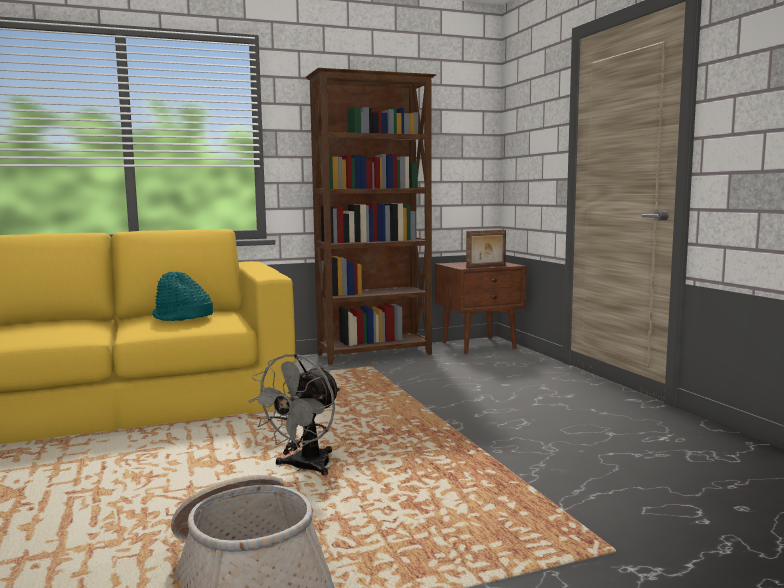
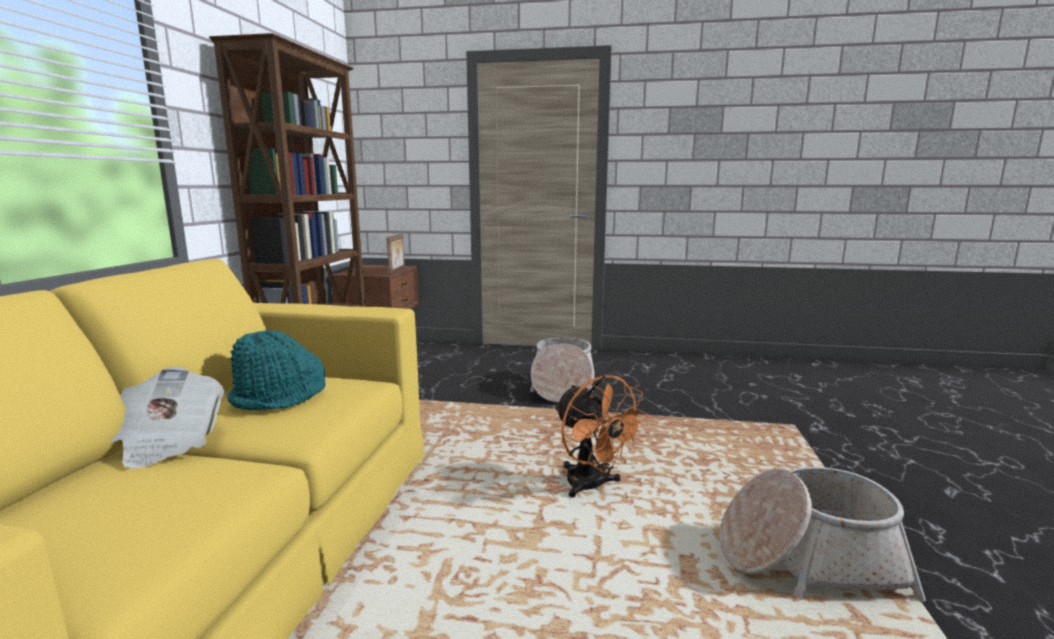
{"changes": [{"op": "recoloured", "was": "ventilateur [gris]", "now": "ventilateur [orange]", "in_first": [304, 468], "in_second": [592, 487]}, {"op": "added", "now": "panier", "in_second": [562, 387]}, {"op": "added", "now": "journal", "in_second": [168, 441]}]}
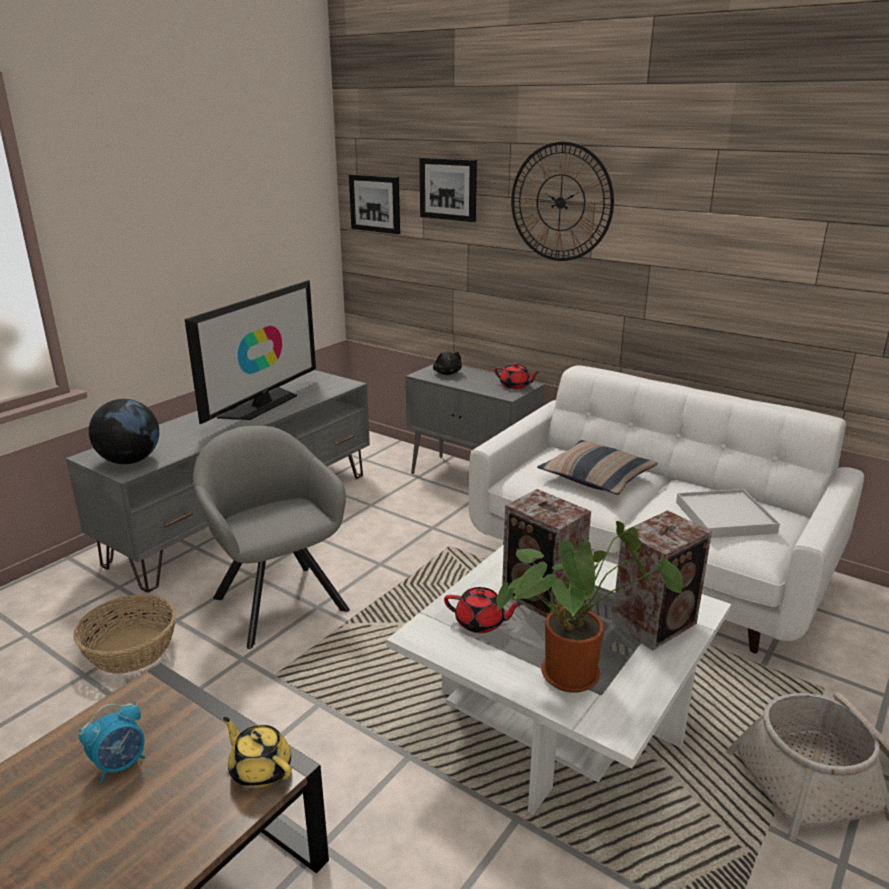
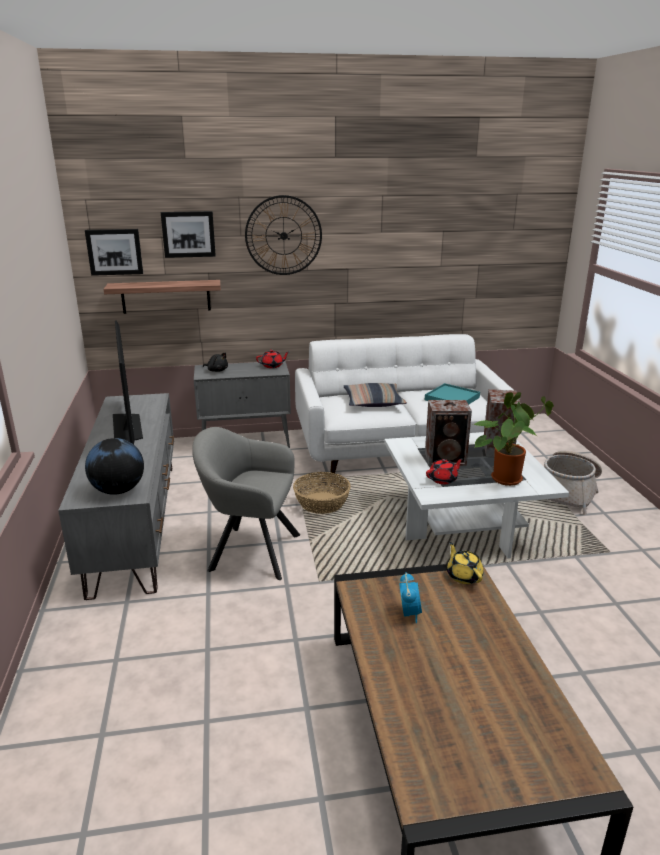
{"changes": [{"op": "recoloured", "was": "plateau [blanc]", "now": "plateau [turquoise]", "in_first": [724, 517], "in_second": [452, 399]}, {"op": "moved", "was": "panier", "in_first": [132, 649], "in_second": [321, 503]}, {"op": "turned", "was": "théière [jaune]", "in_first": [260, 769], "in_second": [464, 576], "clockwise": 75}, {"op": "added", "now": "étagère", "in_second": [166, 296]}]}
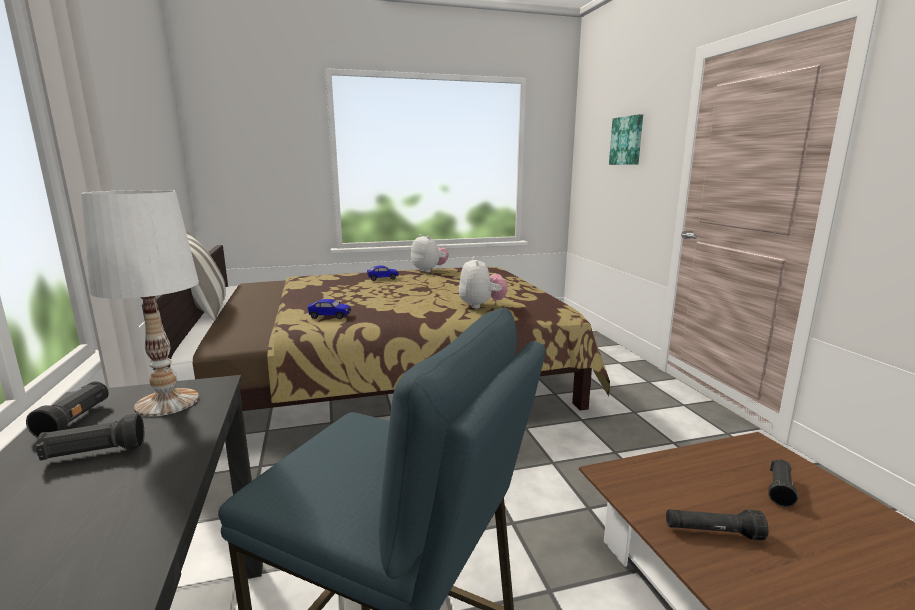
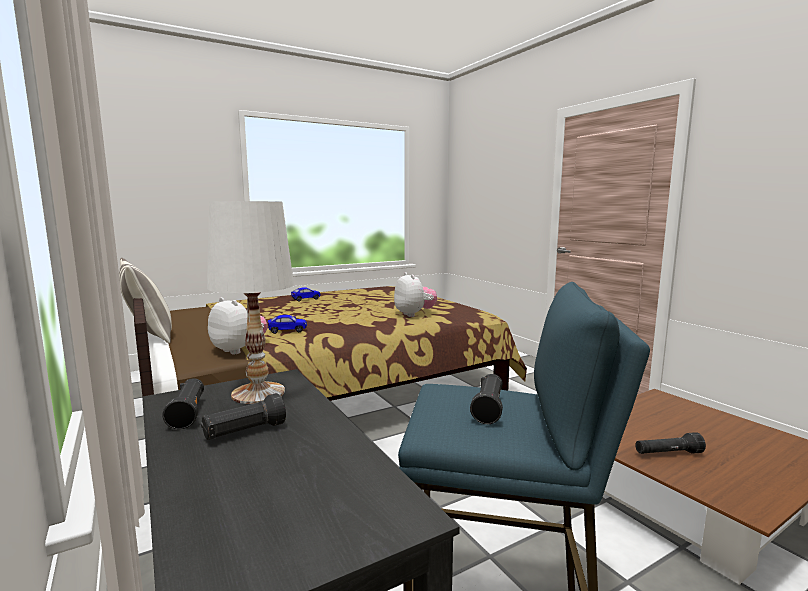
{"changes": [{"op": "removed", "was": "tableau", "in_first": [627, 140]}, {"op": "moved", "was": "peluche", "in_first": [429, 270], "in_second": [238, 350]}, {"op": "moved", "was": "lampe de poche [noir]", "in_first": [780, 490], "in_second": [488, 409]}]}
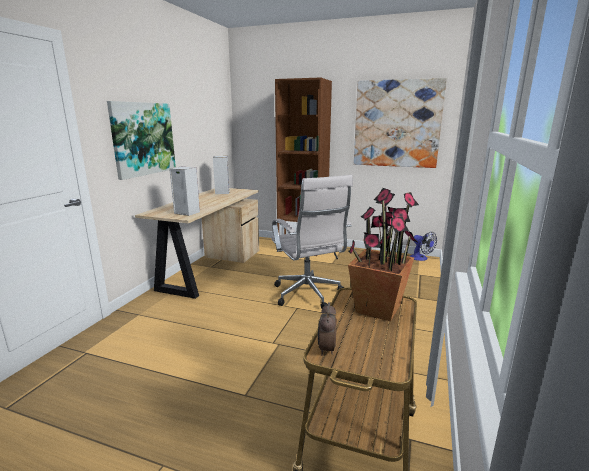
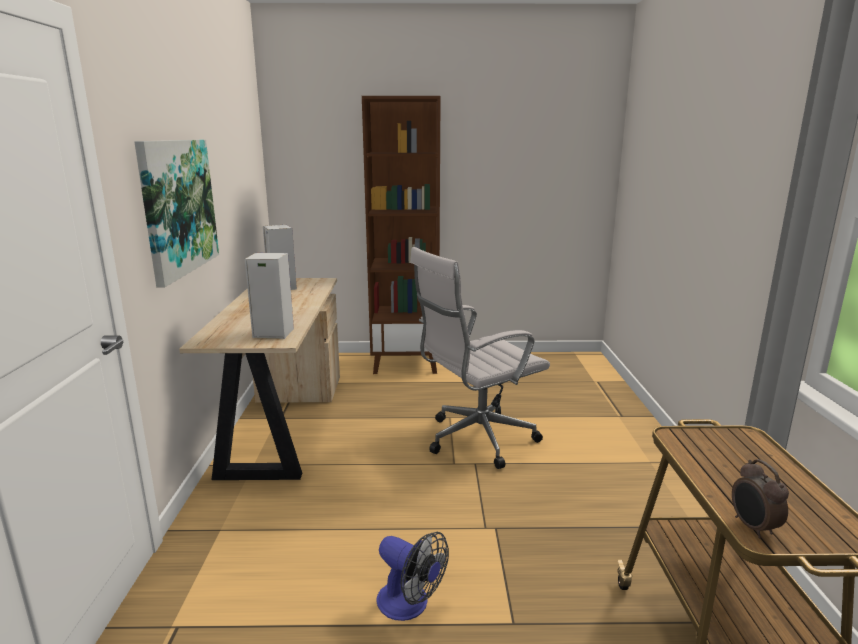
{"changes": [{"op": "removed", "was": "tableau", "in_first": [397, 124]}, {"op": "turned", "was": "chaise de bureau [blanc]", "in_first": [308, 295], "in_second": [475, 440], "clockwise": 105}, {"op": "removed", "was": "plante en pot", "in_first": [378, 308]}, {"op": "moved", "was": "ventilateur", "in_first": [421, 258], "in_second": [410, 605]}]}
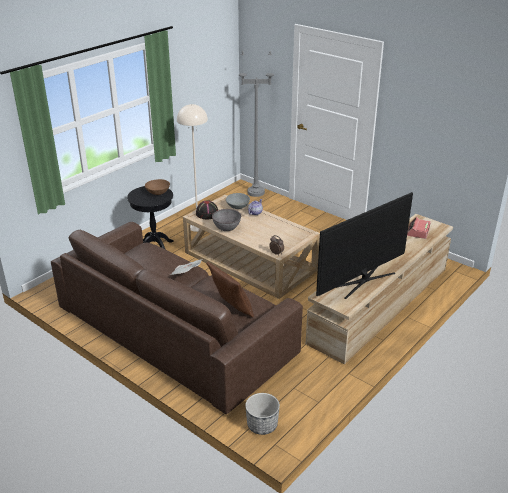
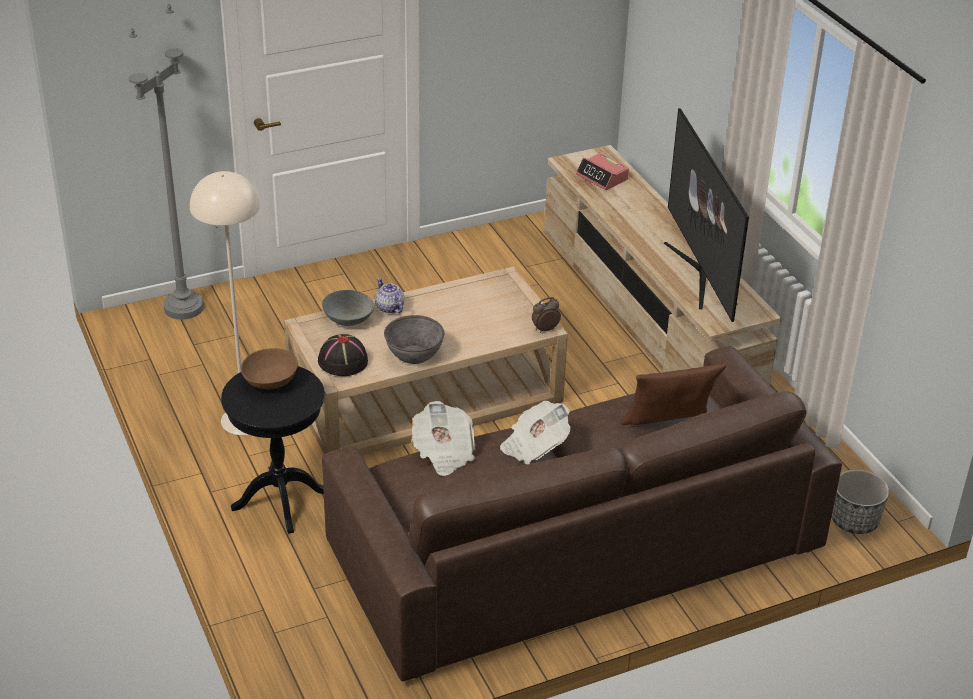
{"changes": [{"op": "added", "now": "journal", "in_second": [443, 453]}]}
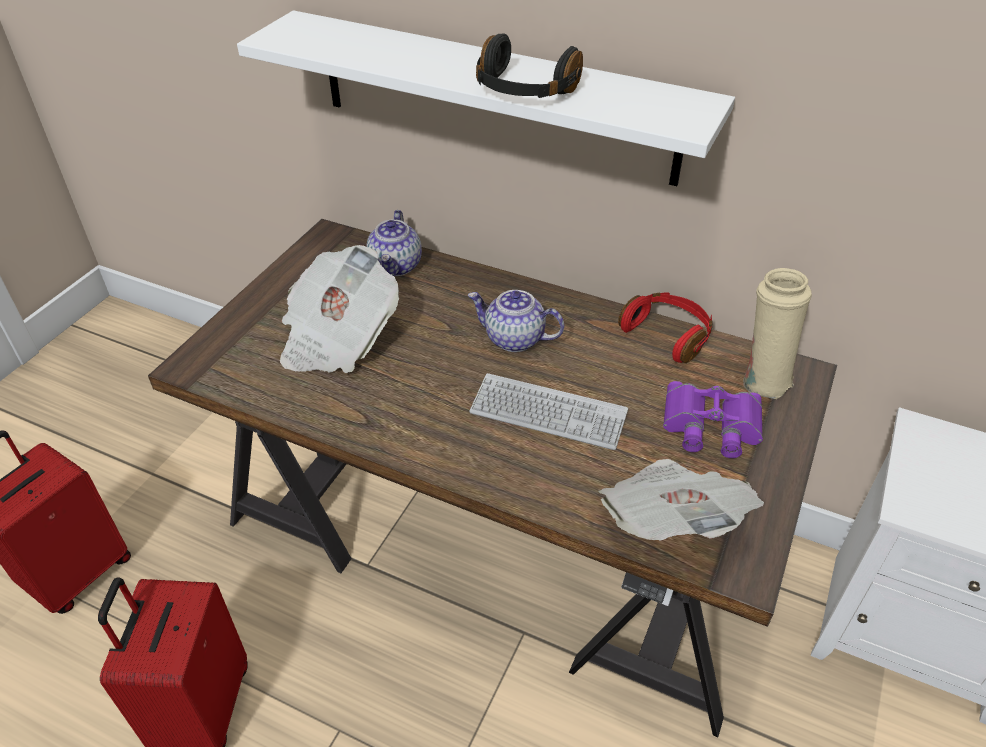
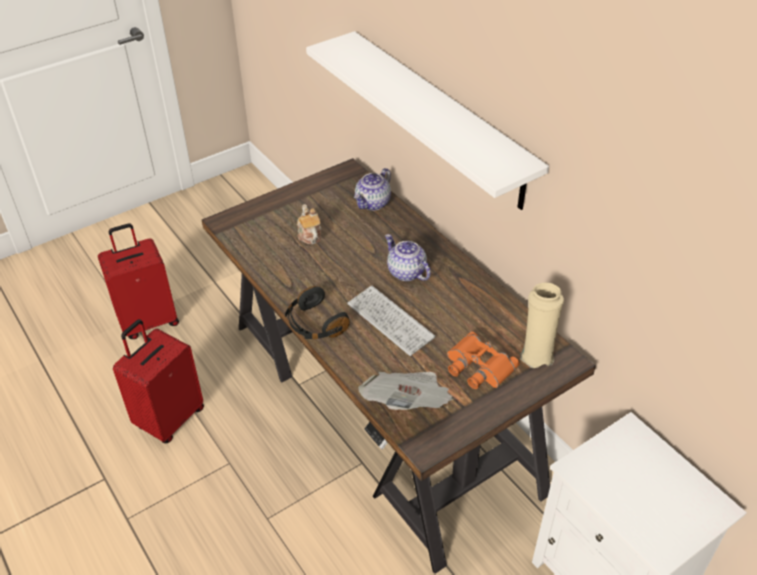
{"changes": [{"op": "moved", "was": "casque audio [noir]", "in_first": [524, 91], "in_second": [315, 324]}, {"op": "replaced", "was": "journal", "now": "théière", "in_first": [338, 338], "in_second": [309, 234]}, {"op": "removed", "was": "casque audio [rouge]", "in_first": [667, 334]}, {"op": "recoloured", "was": "jumelles [violet]", "now": "jumelles [orange]", "in_first": [710, 427], "in_second": [477, 367]}]}
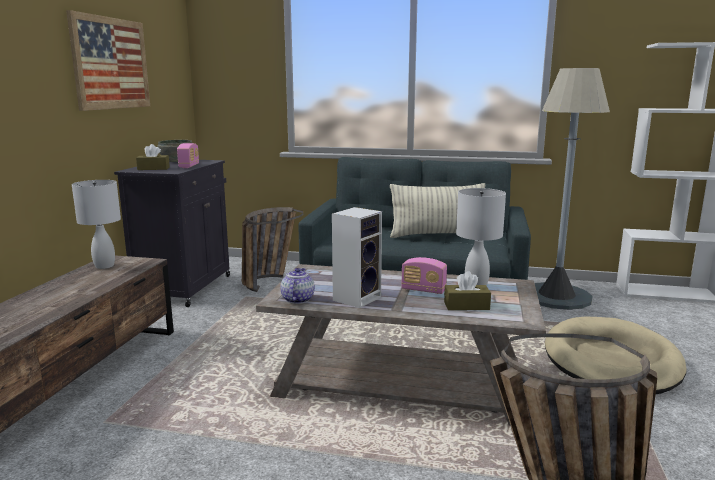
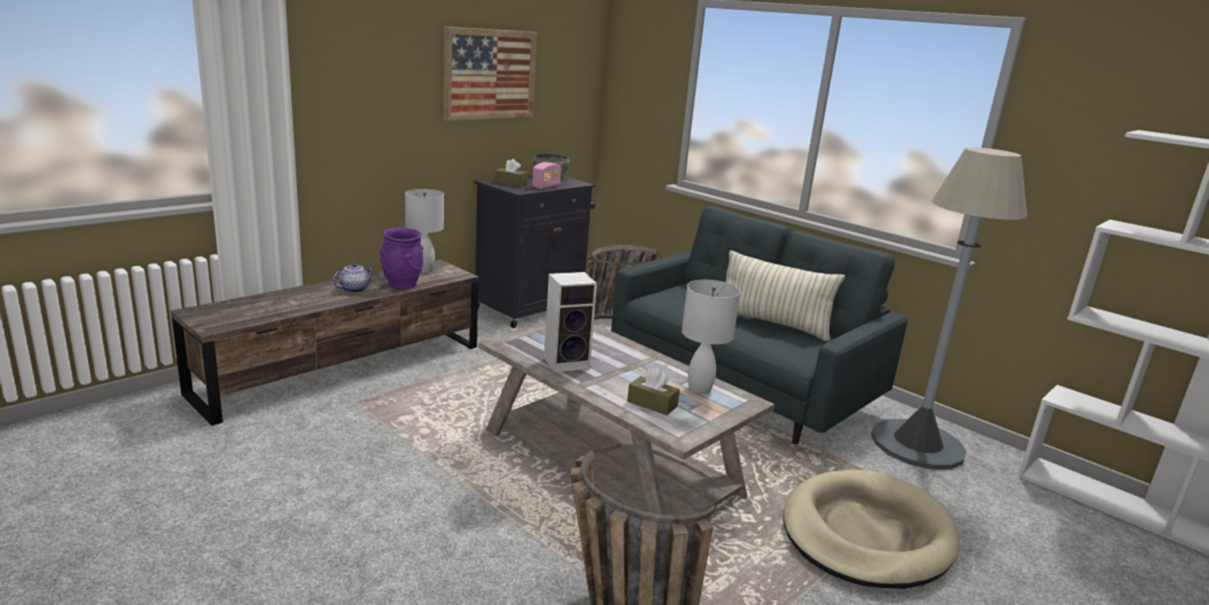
{"changes": [{"op": "removed", "was": "radio", "in_first": [423, 290]}, {"op": "moved", "was": "théière", "in_first": [297, 299], "in_second": [354, 289]}, {"op": "added", "now": "vase [violet]", "in_second": [402, 284]}]}
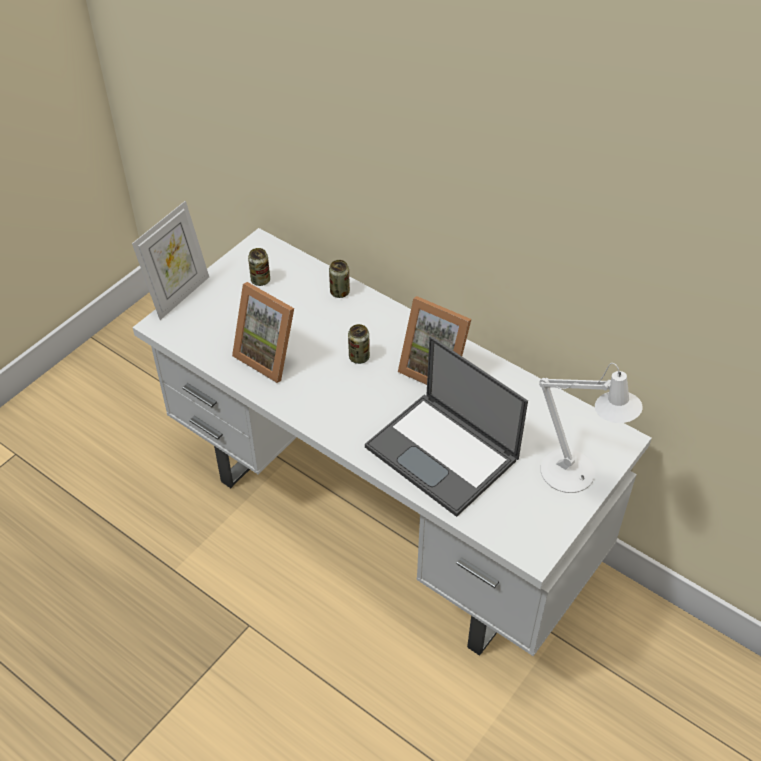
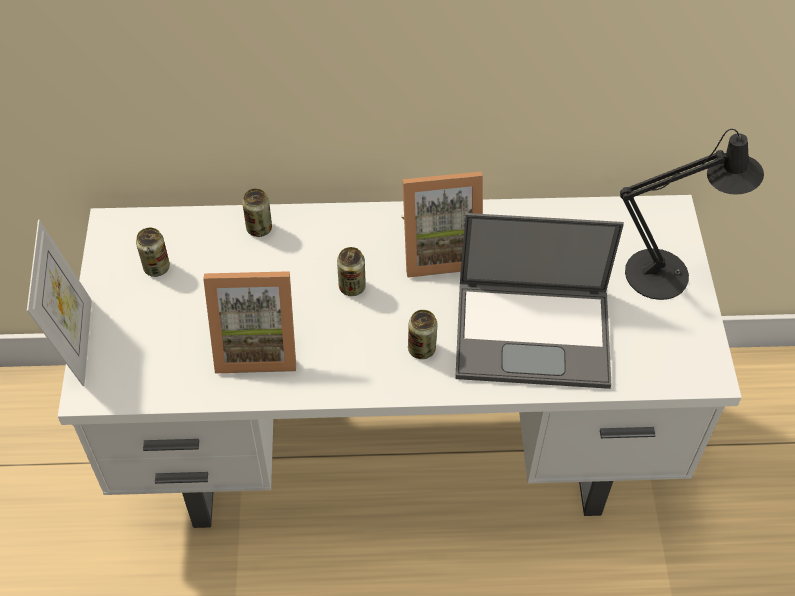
{"changes": [{"op": "recoloured", "was": "lampe de table [blanc]", "now": "lampe de table [noir]", "in_first": [574, 475], "in_second": [666, 274]}, {"op": "added", "now": "boîte métallique", "in_second": [421, 349]}]}
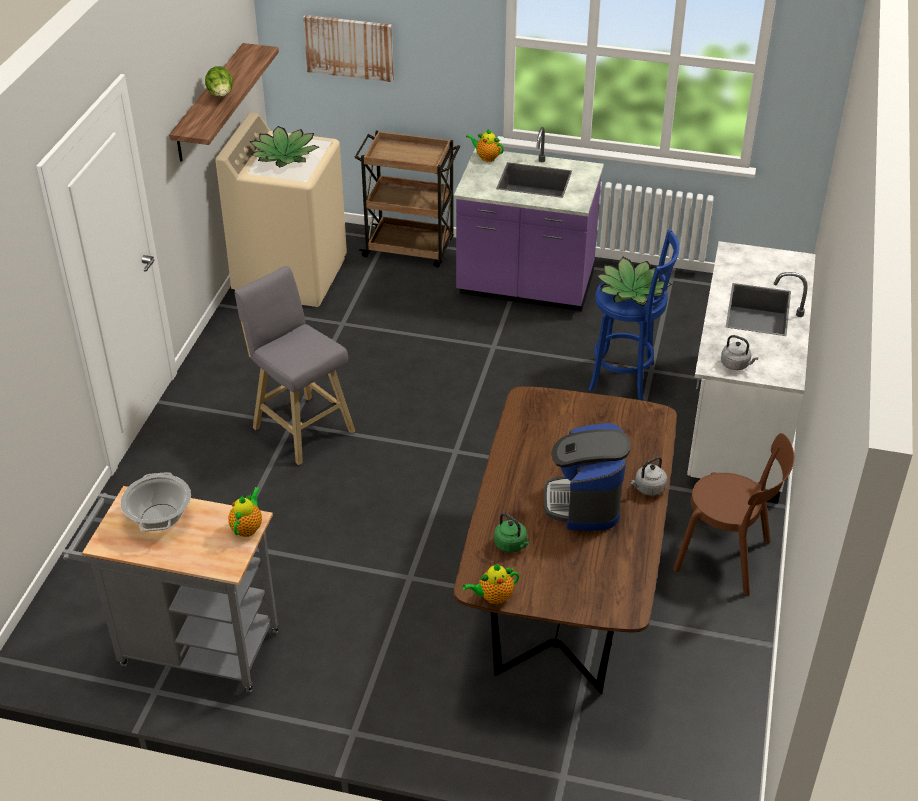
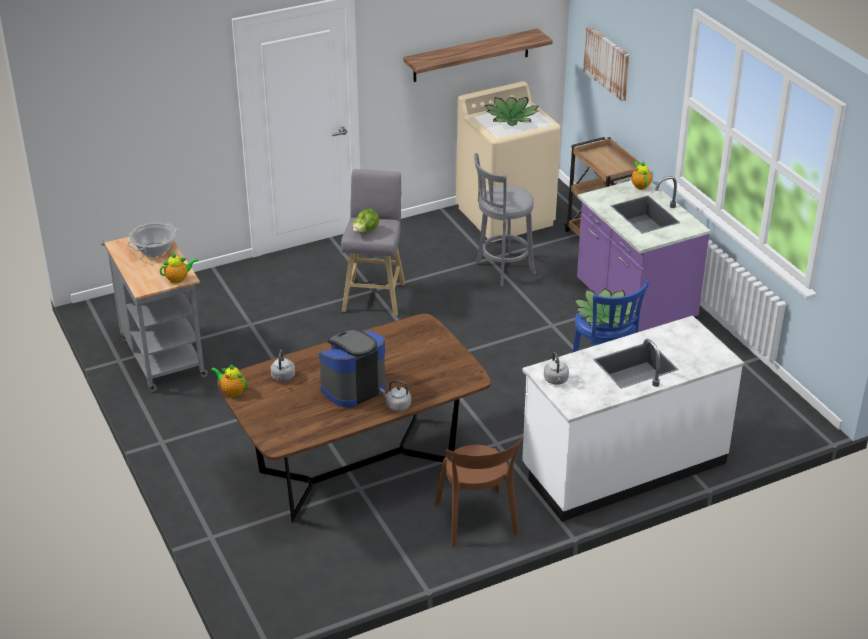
{"changes": [{"op": "moved", "was": "laitue", "in_first": [221, 96], "in_second": [365, 231]}, {"op": "recoloured", "was": "bouilloire [vert]", "now": "bouilloire [gris]", "in_first": [511, 545], "in_second": [283, 377]}, {"op": "added", "now": "tabouret [gris]", "in_second": [502, 269]}]}
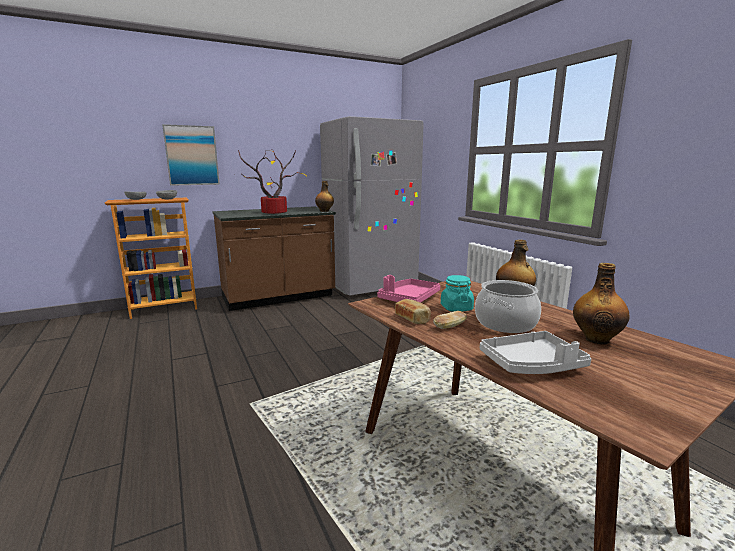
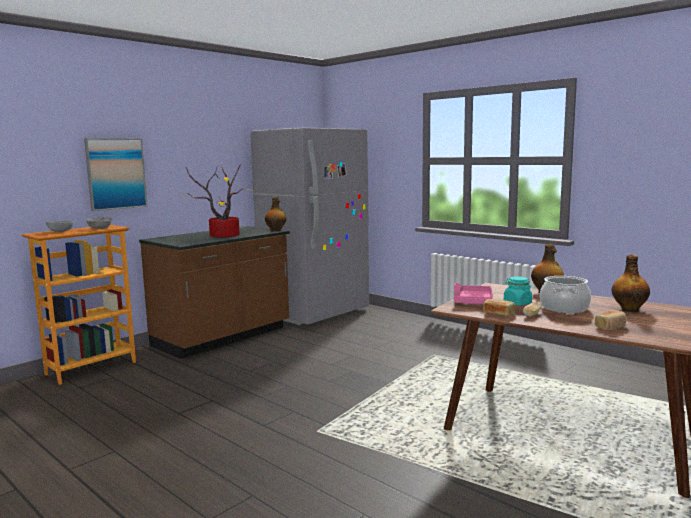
{"changes": [{"op": "replaced", "was": "plateau [gris]", "now": "pain", "in_first": [532, 365], "in_second": [611, 327]}]}
